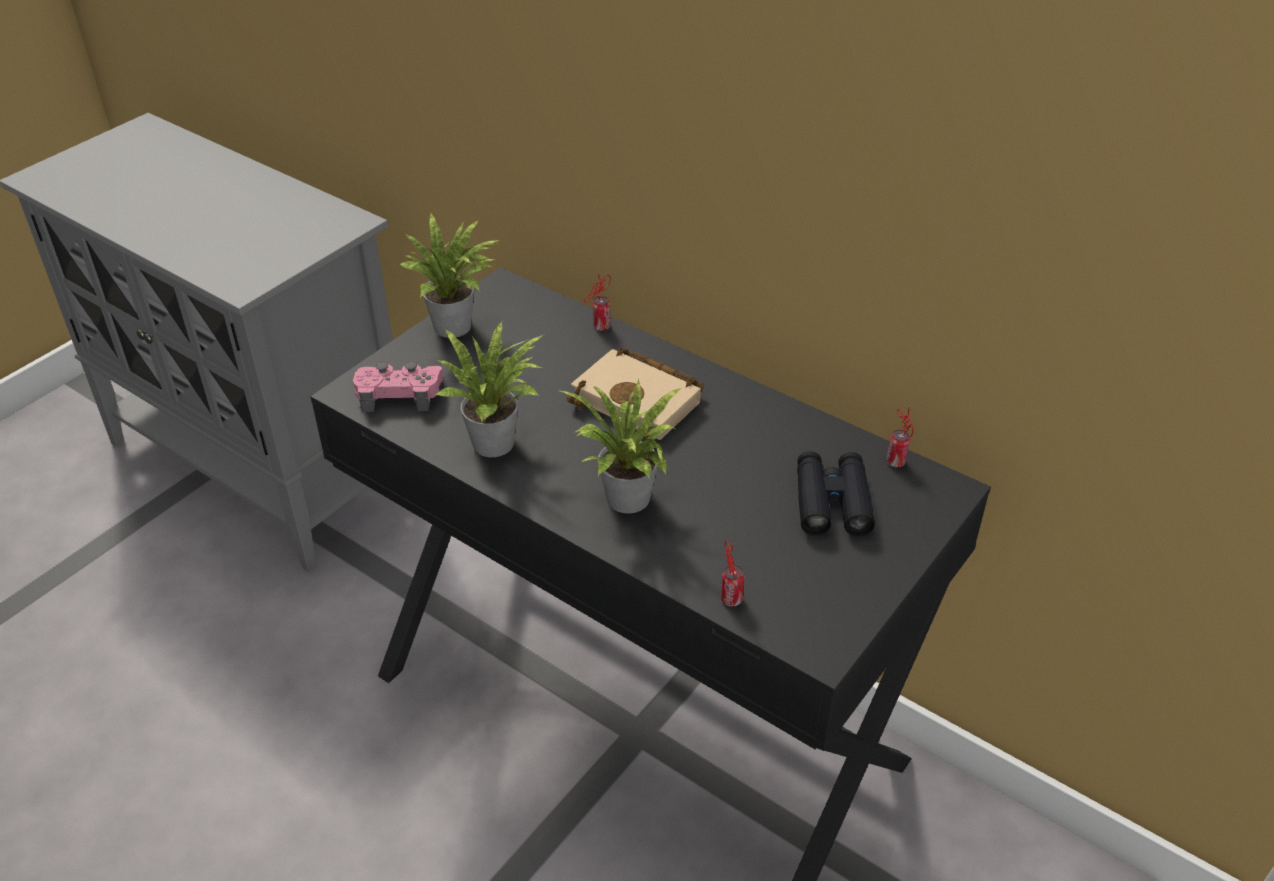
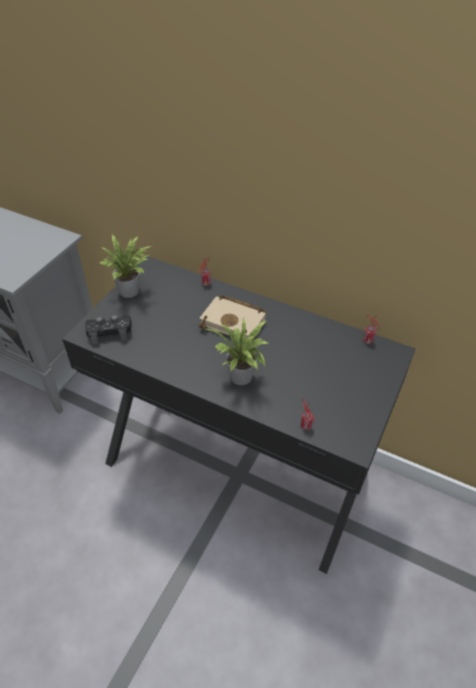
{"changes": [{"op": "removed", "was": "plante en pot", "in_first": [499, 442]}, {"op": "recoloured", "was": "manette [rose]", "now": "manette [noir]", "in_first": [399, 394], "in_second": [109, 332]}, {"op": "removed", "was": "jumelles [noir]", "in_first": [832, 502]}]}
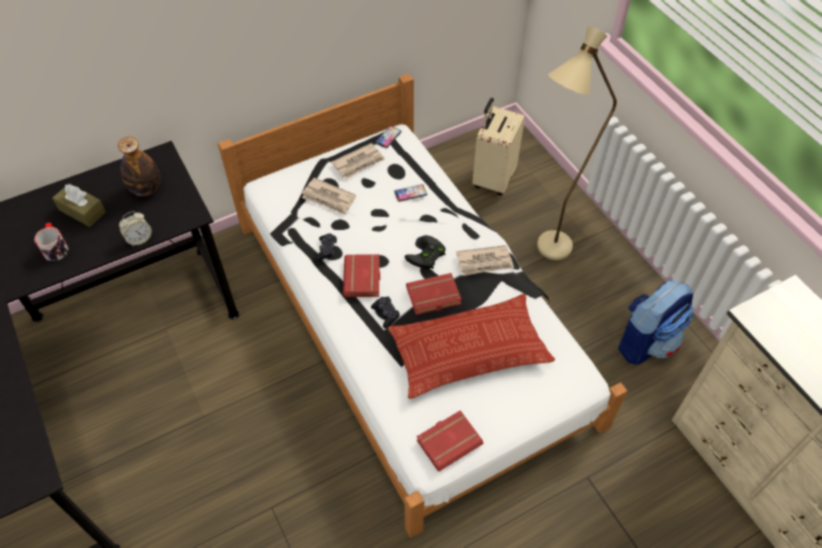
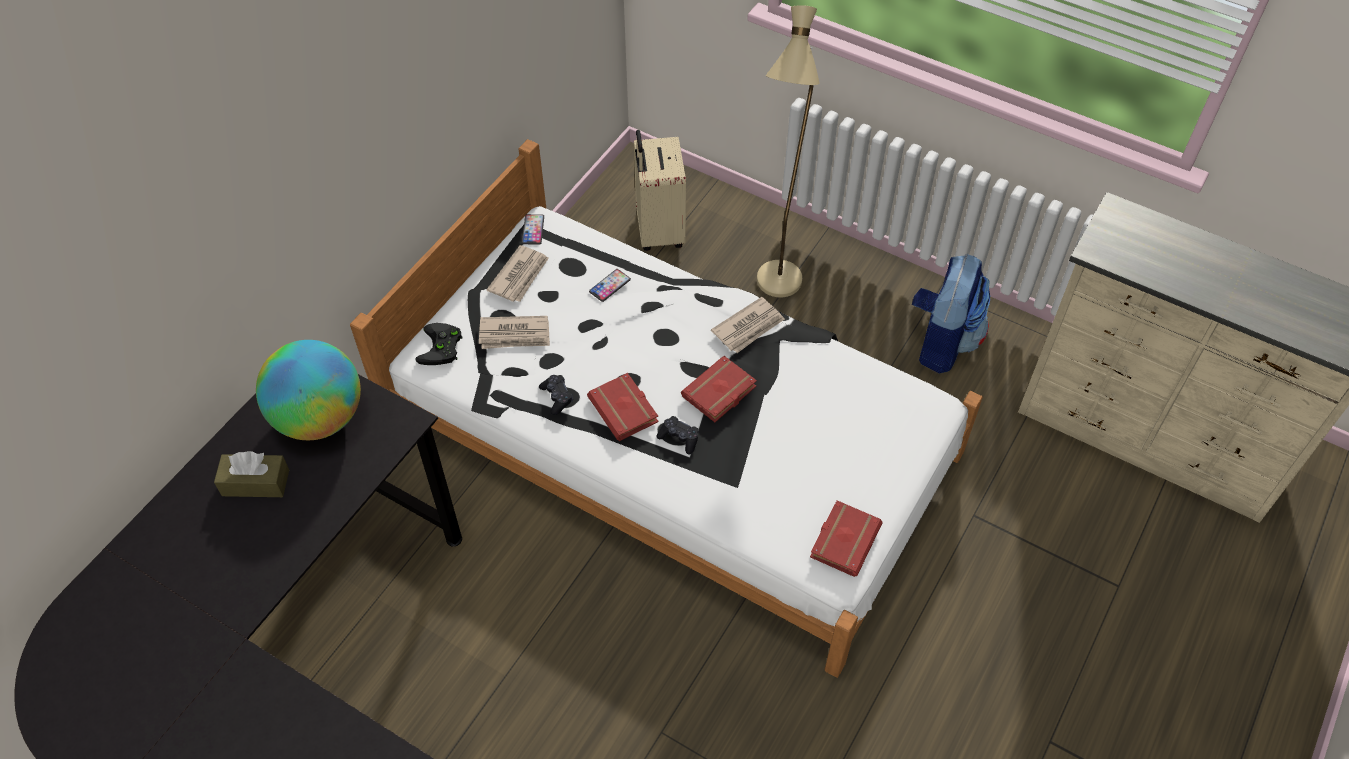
{"changes": [{"op": "replaced", "was": "bouteille", "now": "globe", "in_first": [146, 189], "in_second": [320, 417]}, {"op": "removed", "was": "réveil", "in_first": [139, 239]}, {"op": "removed", "was": "mug", "in_first": [56, 247]}, {"op": "moved", "was": "manette [noir]", "in_first": [427, 256], "in_second": [441, 348]}, {"op": "removed", "was": "coussin", "in_first": [469, 350]}]}
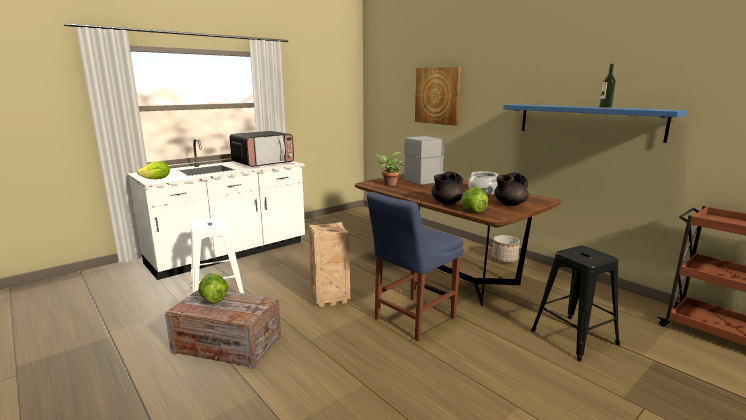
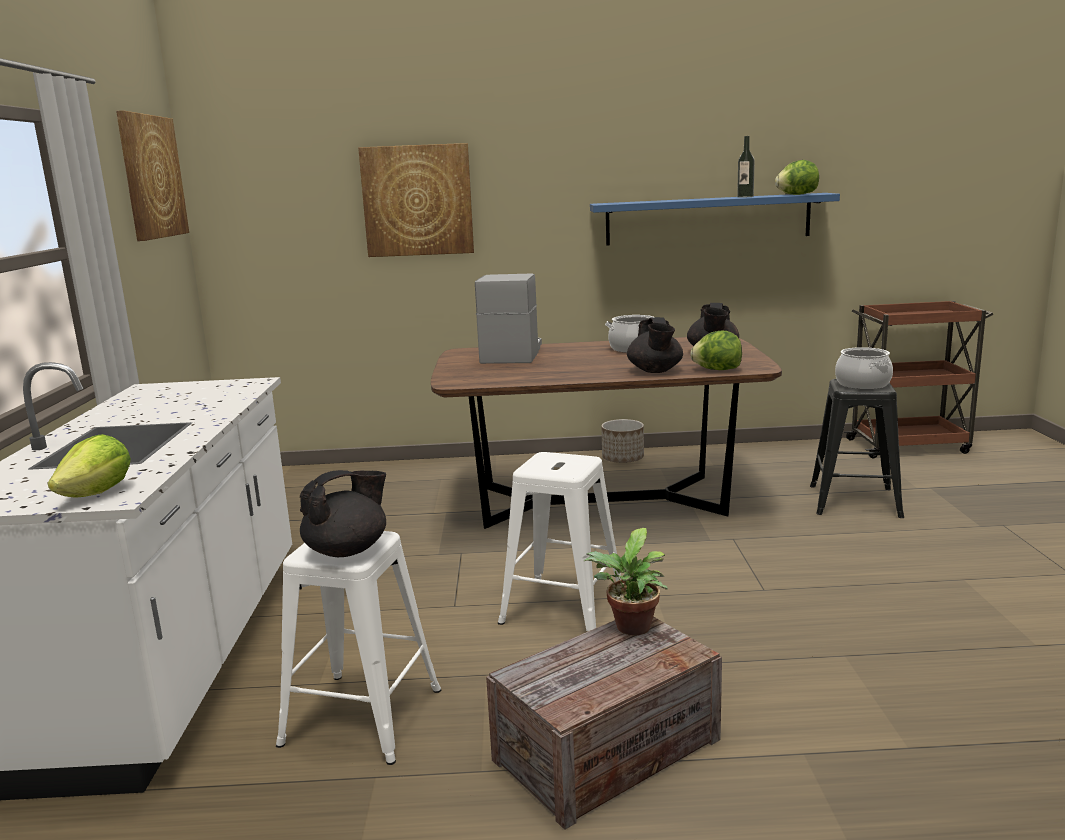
{"changes": [{"op": "removed", "was": "micro-ondes", "in_first": [263, 163]}, {"op": "moved", "was": "plante en pot", "in_first": [388, 184], "in_second": [630, 629]}, {"op": "removed", "was": "chaise [bleu]", "in_first": [411, 319]}, {"op": "replaced", "was": "caisse", "now": "tabouret [blanc]", "in_first": [331, 298], "in_second": [562, 606]}, {"op": "moved", "was": "laitue", "in_first": [213, 299], "in_second": [797, 194]}, {"op": "added", "now": "tableau", "in_second": [151, 177]}, {"op": "added", "now": "marmite", "in_second": [863, 384]}, {"op": "added", "now": "théière [noir]", "in_second": [348, 550]}]}
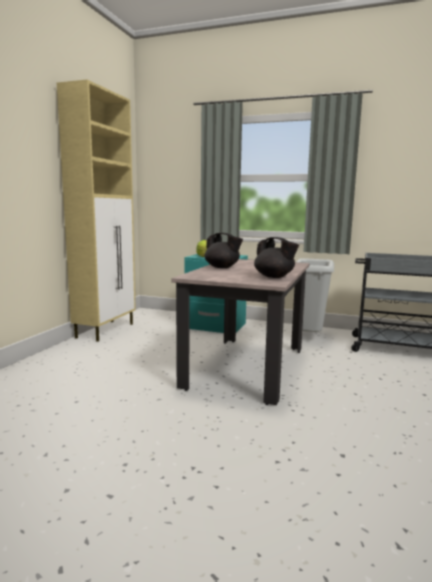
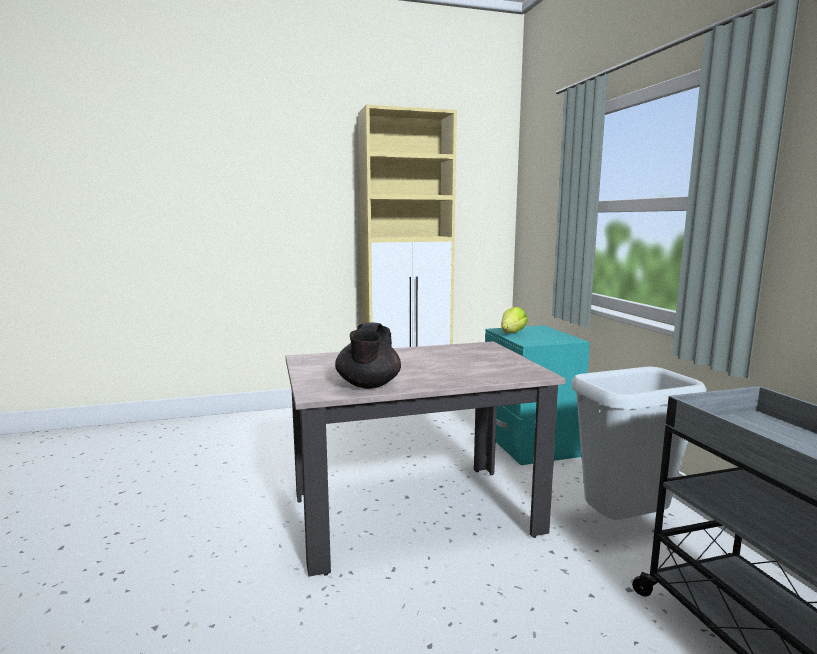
{"changes": [{"op": "removed", "was": "théière [noir]", "in_first": [222, 267]}]}
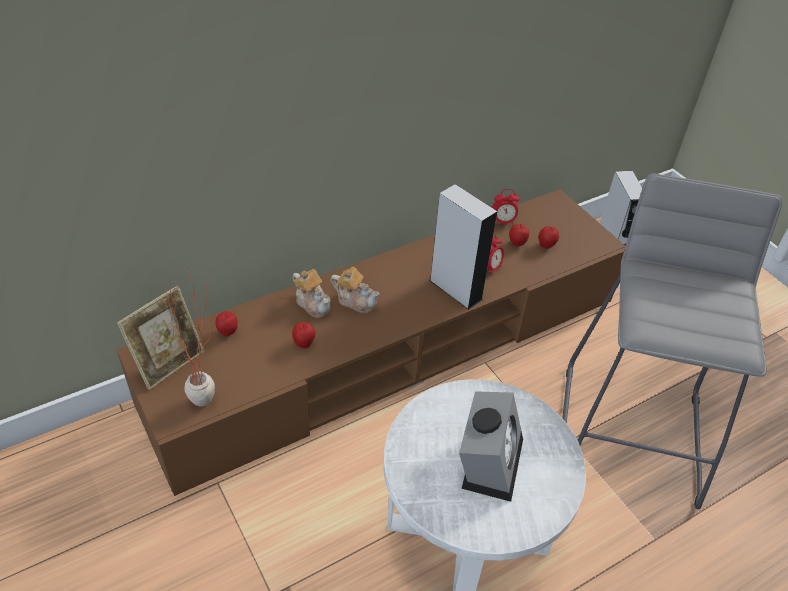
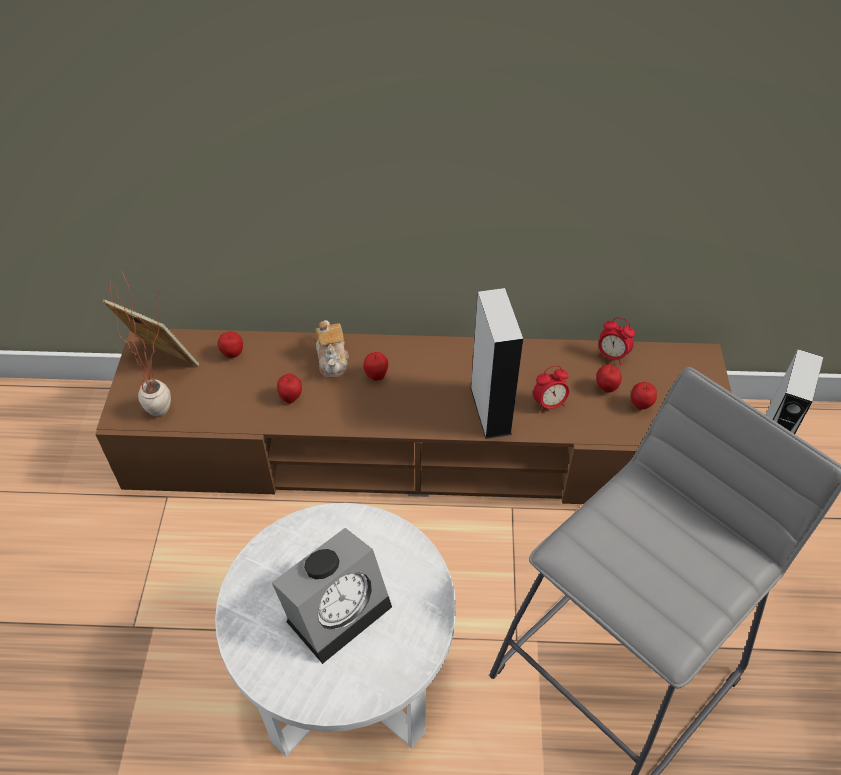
{"changes": [{"op": "replaced", "was": "théière", "now": "pomme", "in_first": [355, 300], "in_second": [376, 376]}, {"op": "turned", "was": "cadre photo", "in_first": [169, 363], "in_second": [161, 361], "clockwise": -135}]}
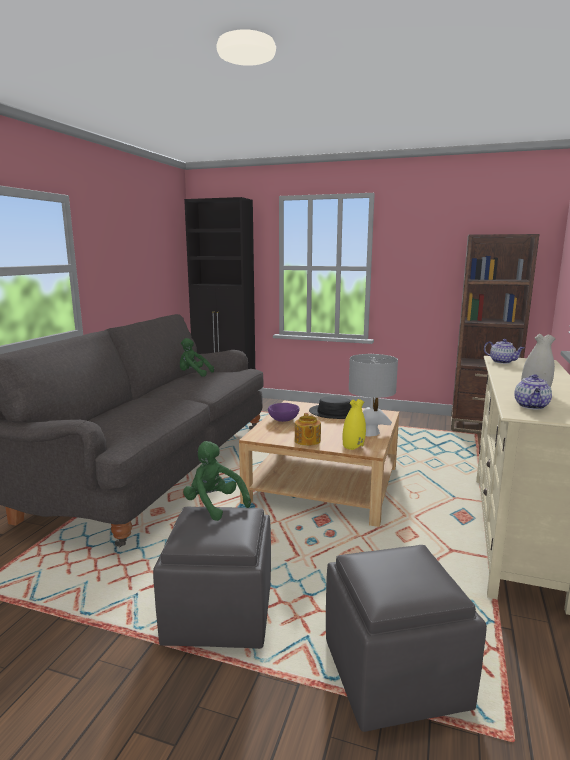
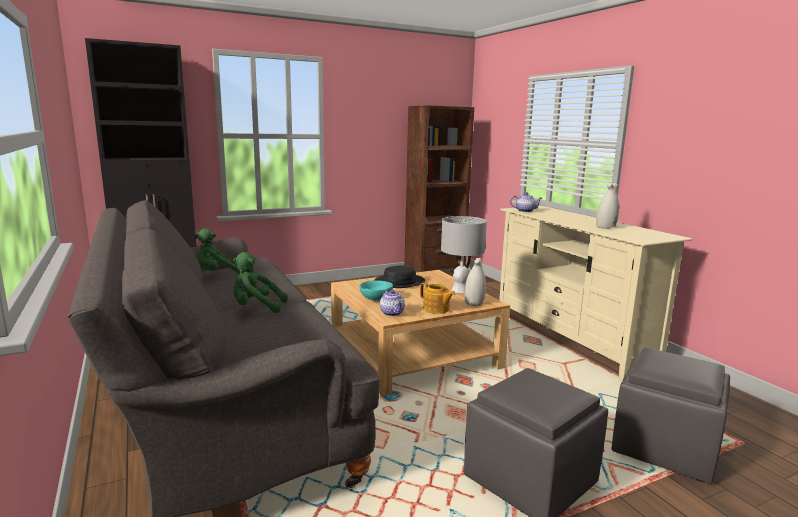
{"changes": [{"op": "moved", "was": "théière", "in_first": [531, 406], "in_second": [392, 313]}, {"op": "recoloured", "was": "vase [jaune]", "now": "vase [blanc]", "in_first": [353, 446], "in_second": [474, 303]}, {"op": "recoloured", "was": "bol [violet]", "now": "bol [turquoise]", "in_first": [283, 420], "in_second": [376, 298]}, {"op": "moved", "was": "peluche [vert]", "in_first": [214, 505], "in_second": [256, 308]}]}
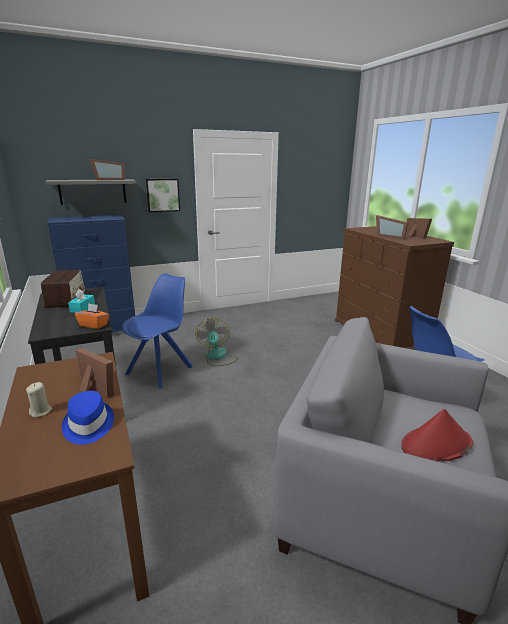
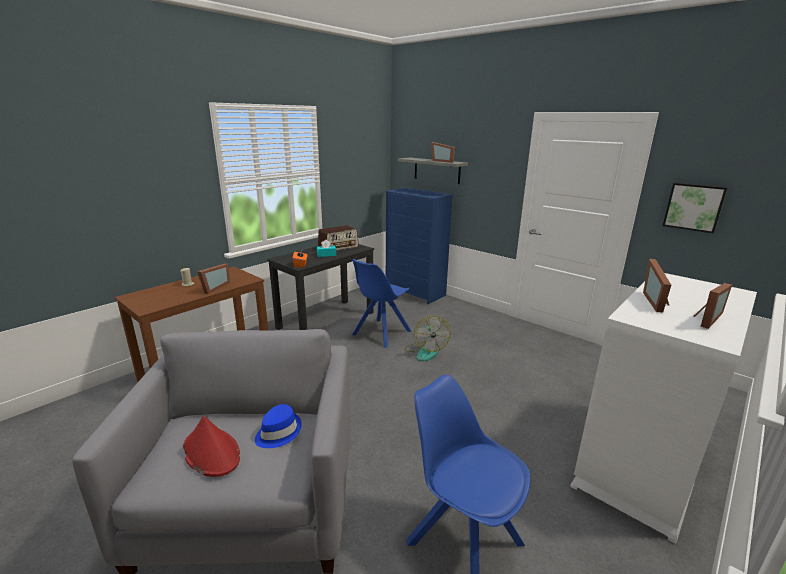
{"changes": [{"op": "moved", "was": "tableau", "in_first": [163, 195], "in_second": [694, 207]}, {"op": "recoloured", "was": "commode [marron]", "now": "commode [blanc]", "in_first": [381, 333], "in_second": [642, 463]}, {"op": "turned", "was": "chaise [bleu]", "in_first": [161, 369], "in_second": [380, 333], "clockwise": 120}, {"op": "turned", "was": "ventilateur", "in_first": [217, 357], "in_second": [425, 351], "clockwise": 120}, {"op": "moved", "was": "chapeau [bleu]", "in_first": [88, 425], "in_second": [278, 432]}]}
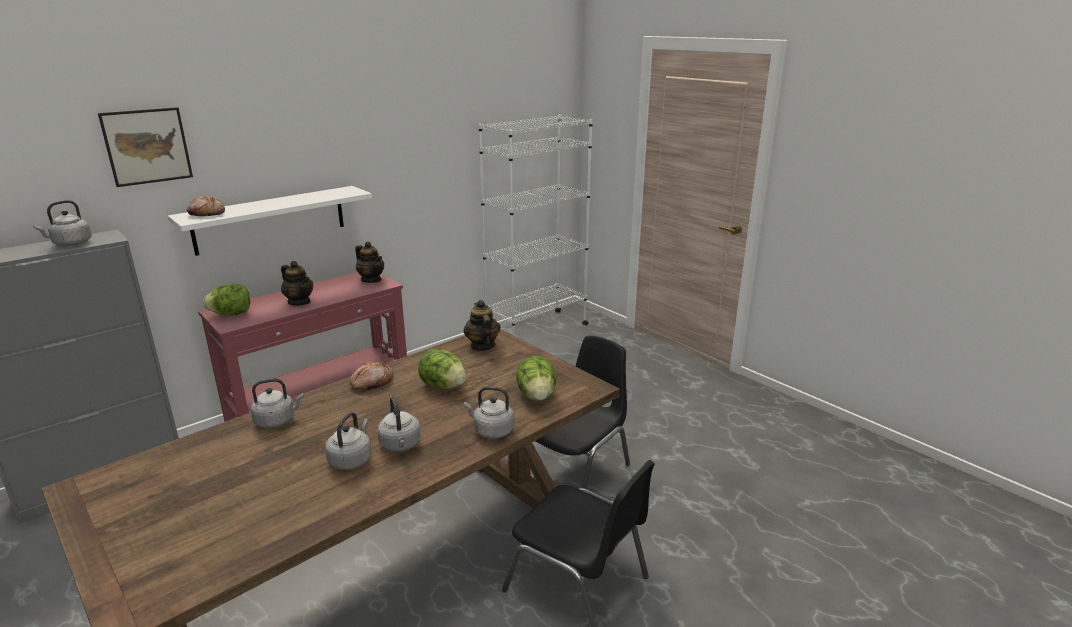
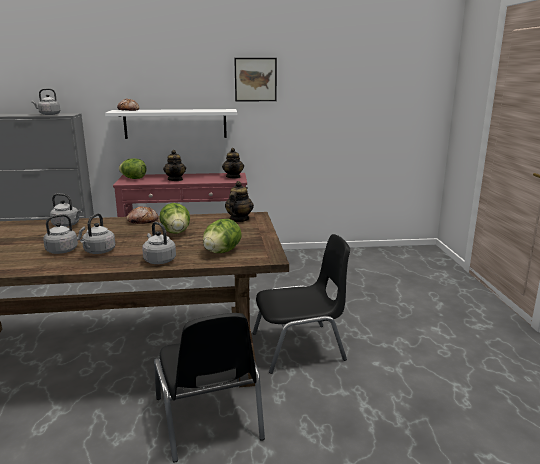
{"changes": [{"op": "moved", "was": "tableau", "in_first": [147, 146], "in_second": [255, 79]}, {"op": "removed", "was": "bibliothèque [blanc]", "in_first": [536, 330]}]}
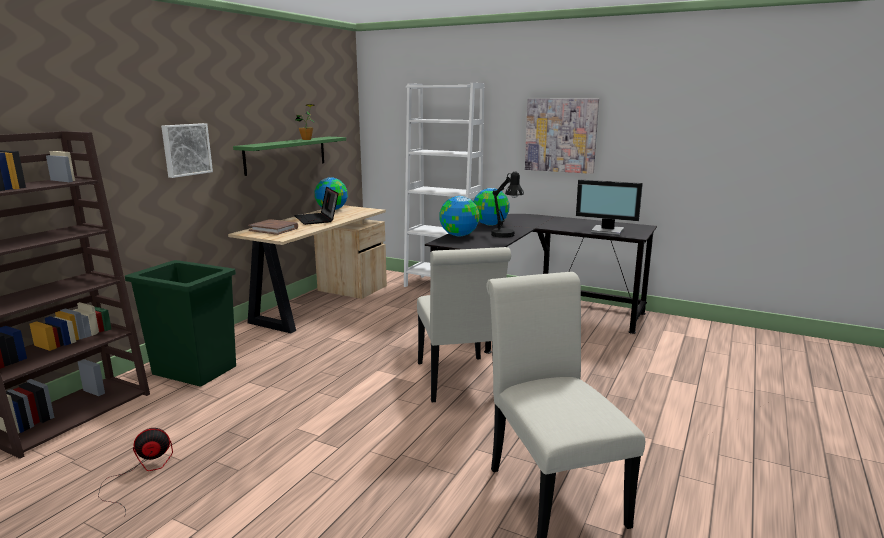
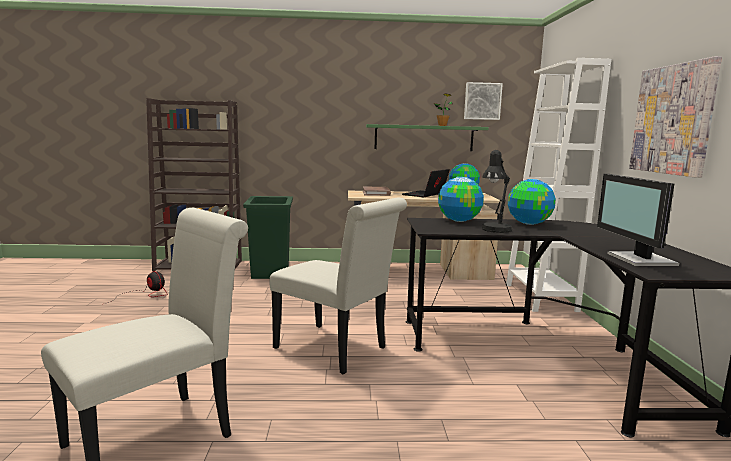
{"changes": [{"op": "moved", "was": "tableau", "in_first": [186, 149], "in_second": [482, 101]}, {"op": "turned", "was": "chaise [blanc]", "in_first": [458, 382], "in_second": [336, 350], "clockwise": -105}]}
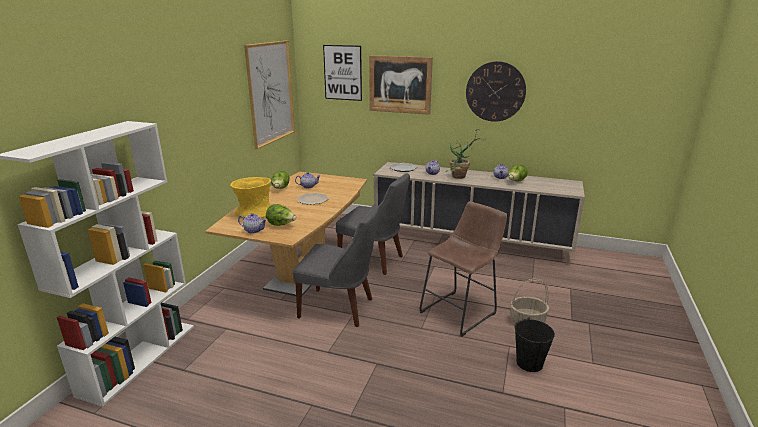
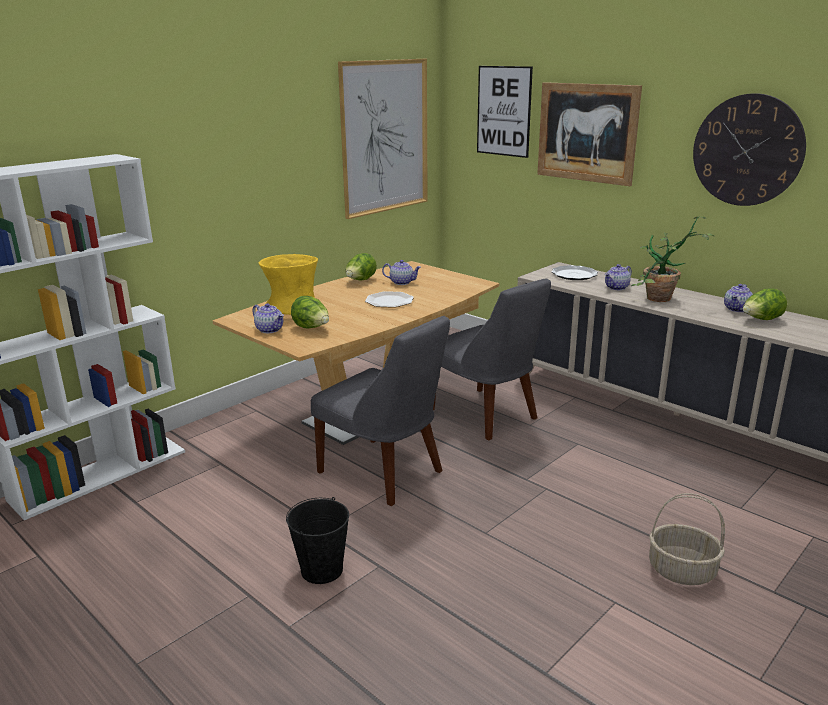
{"changes": [{"op": "removed", "was": "tabouret [marron]", "in_first": [461, 311]}, {"op": "moved", "was": "seau [noir]", "in_first": [529, 363], "in_second": [322, 569]}]}
